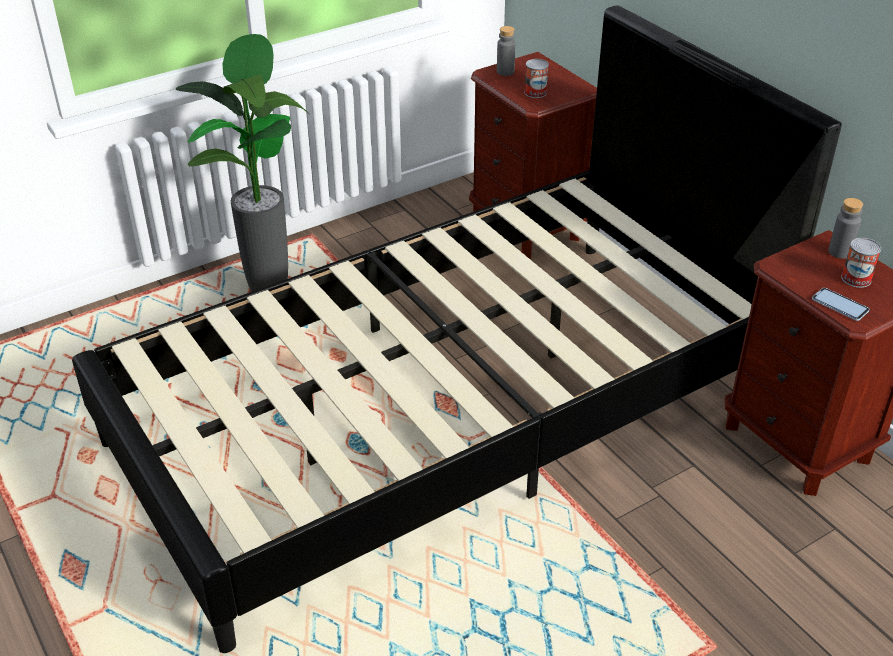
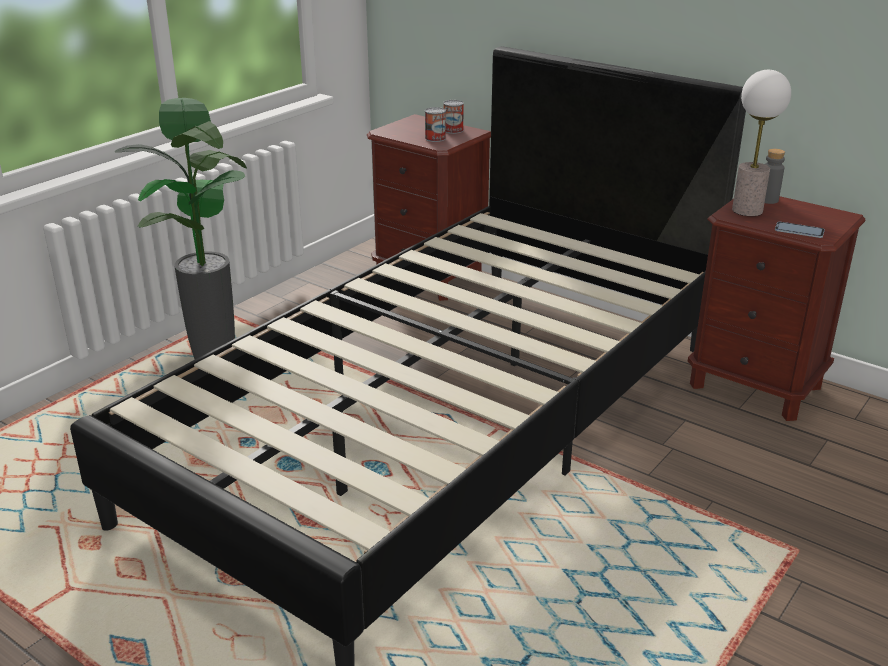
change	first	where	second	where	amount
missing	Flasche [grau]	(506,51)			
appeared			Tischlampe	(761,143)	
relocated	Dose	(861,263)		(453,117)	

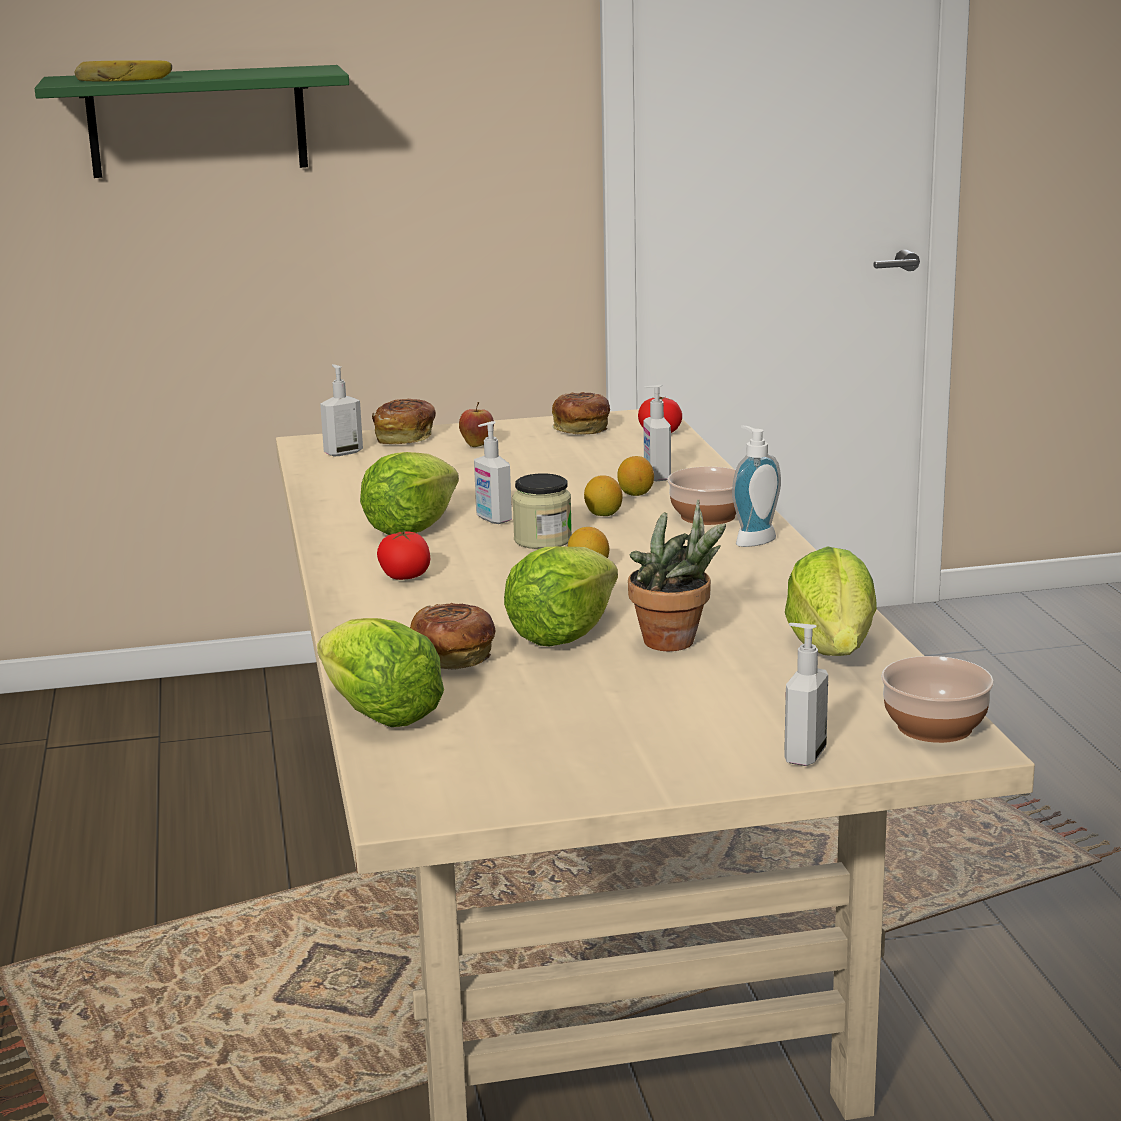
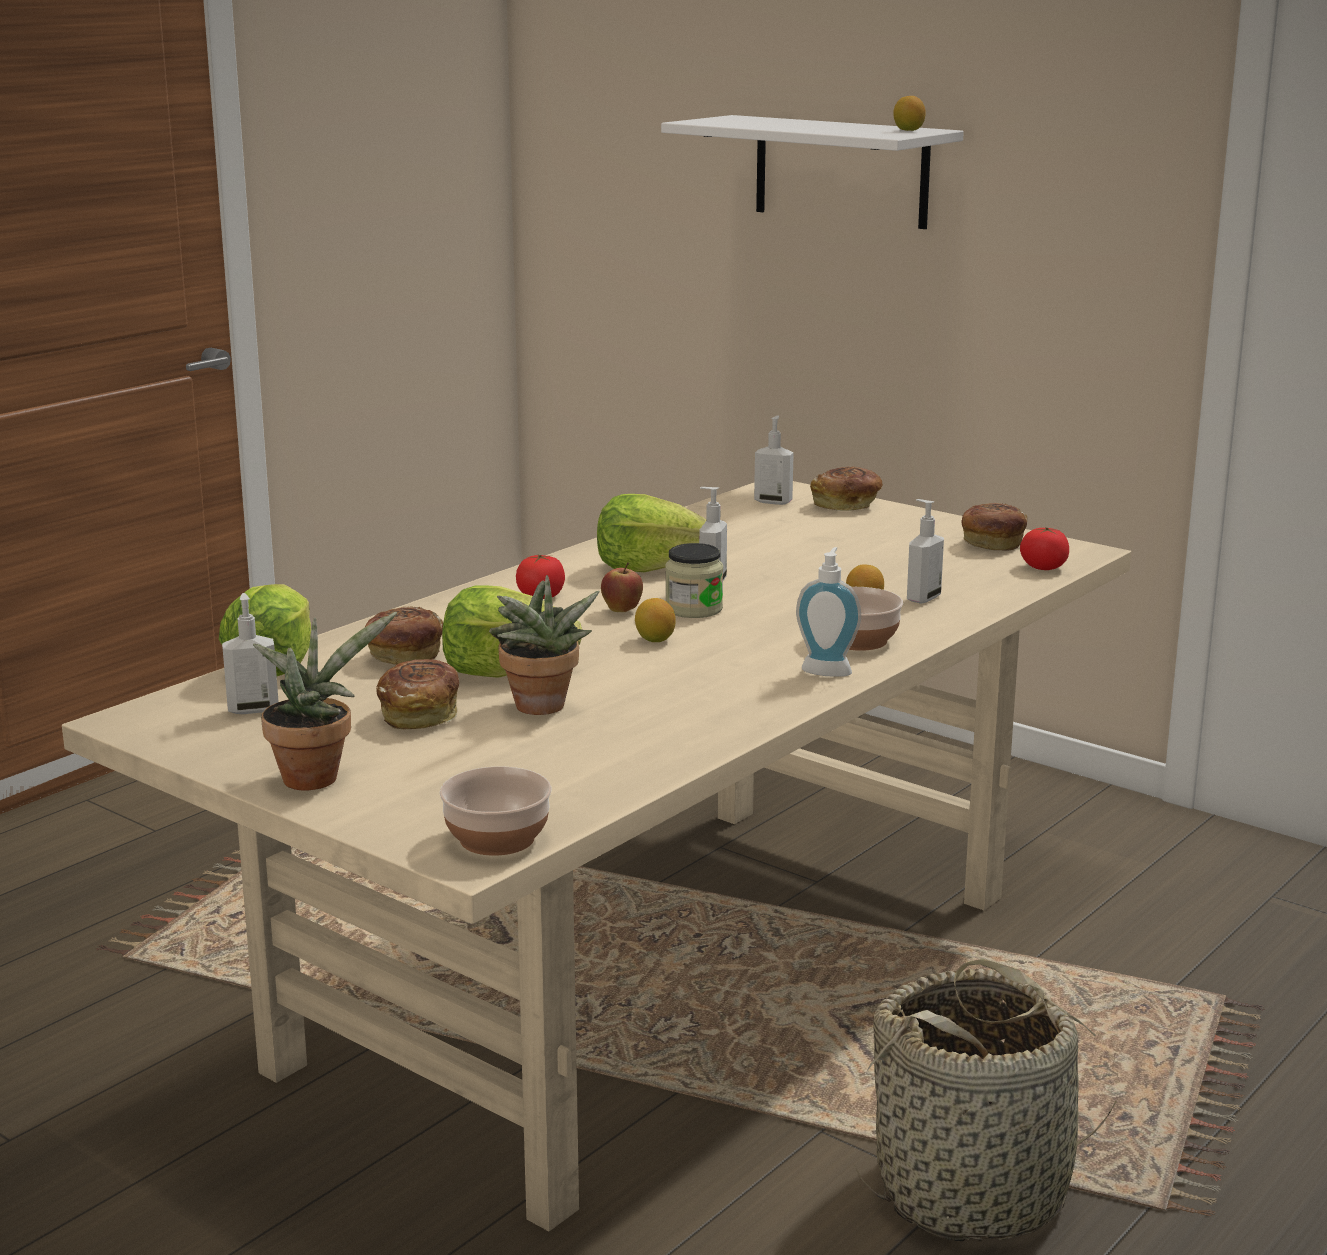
change	first	where	second	where	amount
missing	Banane	(123,70)			
missing	Salatkopf	(831,601)			
appeared			Topfpflanze	(325,701)	
appeared			Brot	(417,694)	
appeared			Korb	(986,1100)	
relocated	Apfel	(476,424)		(622,587)	
relocated	Zitrone	(603,495)		(909,113)	
relocated	Seifenspender	(806,694)		(250,653)	
colour	Wandregal [grün]	(192,121)	Wandregal [weiß]	(812,172)	

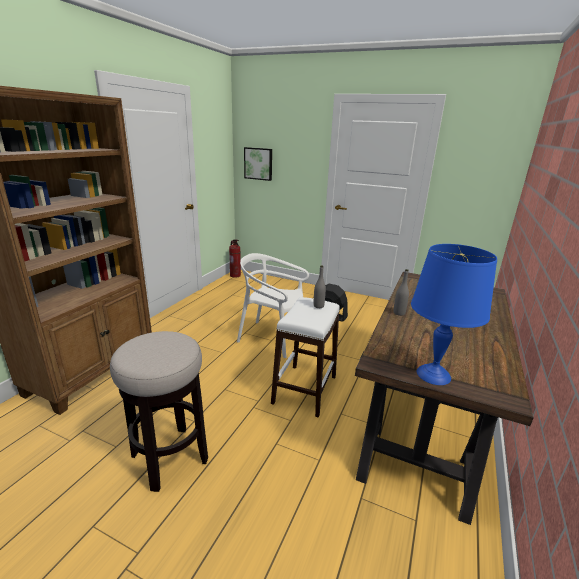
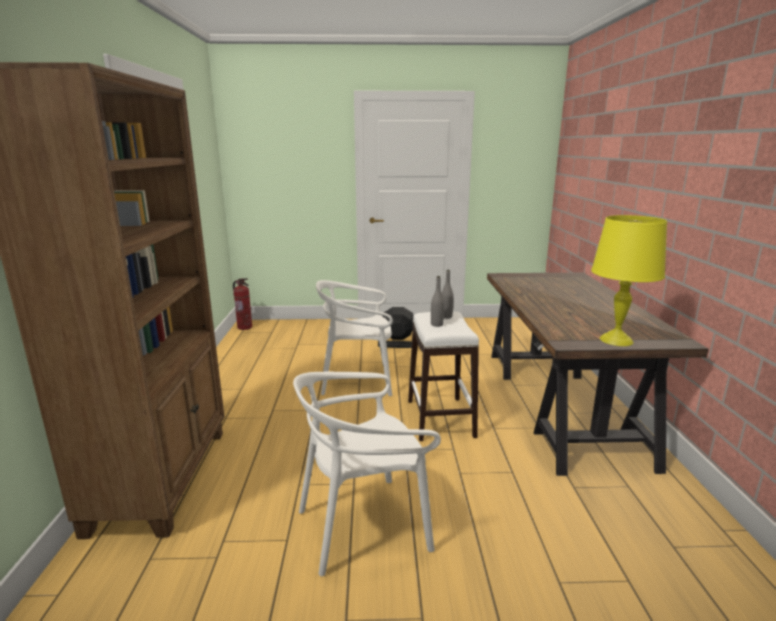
change	first	where	second	where	amount
missing	Bild	(258,164)			
relocated	Flasche [grau]	(401,292)		(437,301)	
exchanged	Hocker	(159,411)	Stuhl [weiß]	(367,474)	
colour	Tischlampe [blau]	(454,314)	Tischlampe [gelb]	(629,280)	

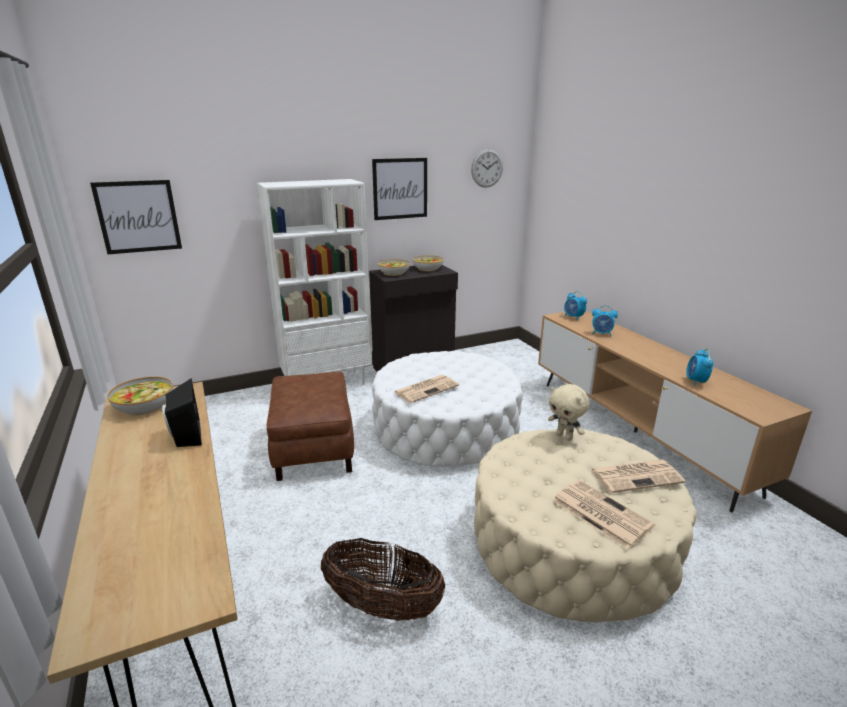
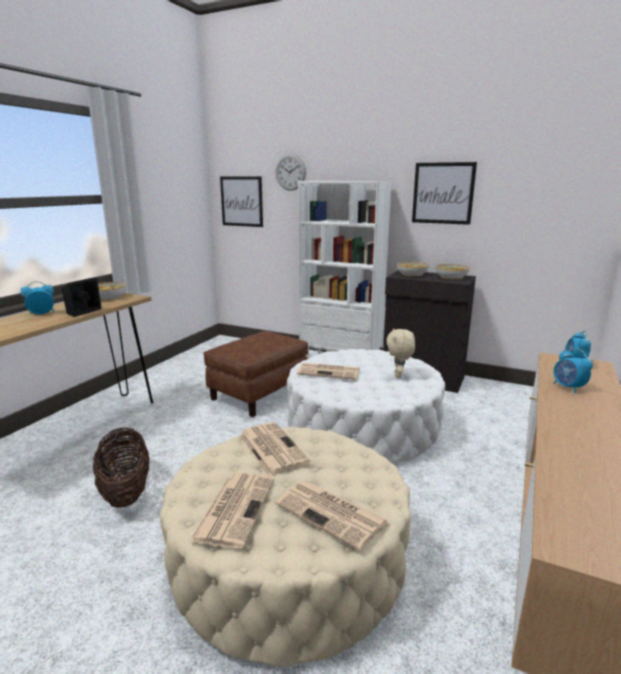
change	first	where	second	where	amount
appeared			Zeitung	(274,449)	
relocated	Wanduhr	(487,168)		(290,172)	
relocated	Plüschtier [beige]	(568,412)		(400,353)	
relocated	Wecker	(699,367)		(37,297)	

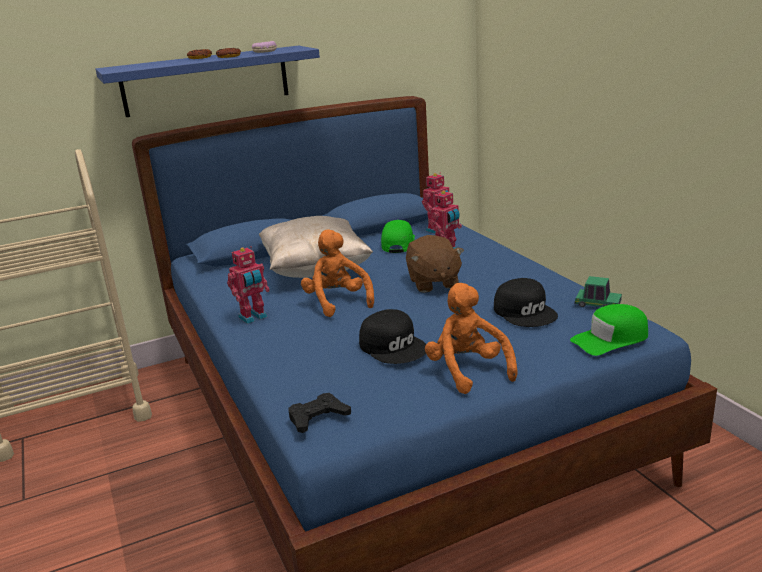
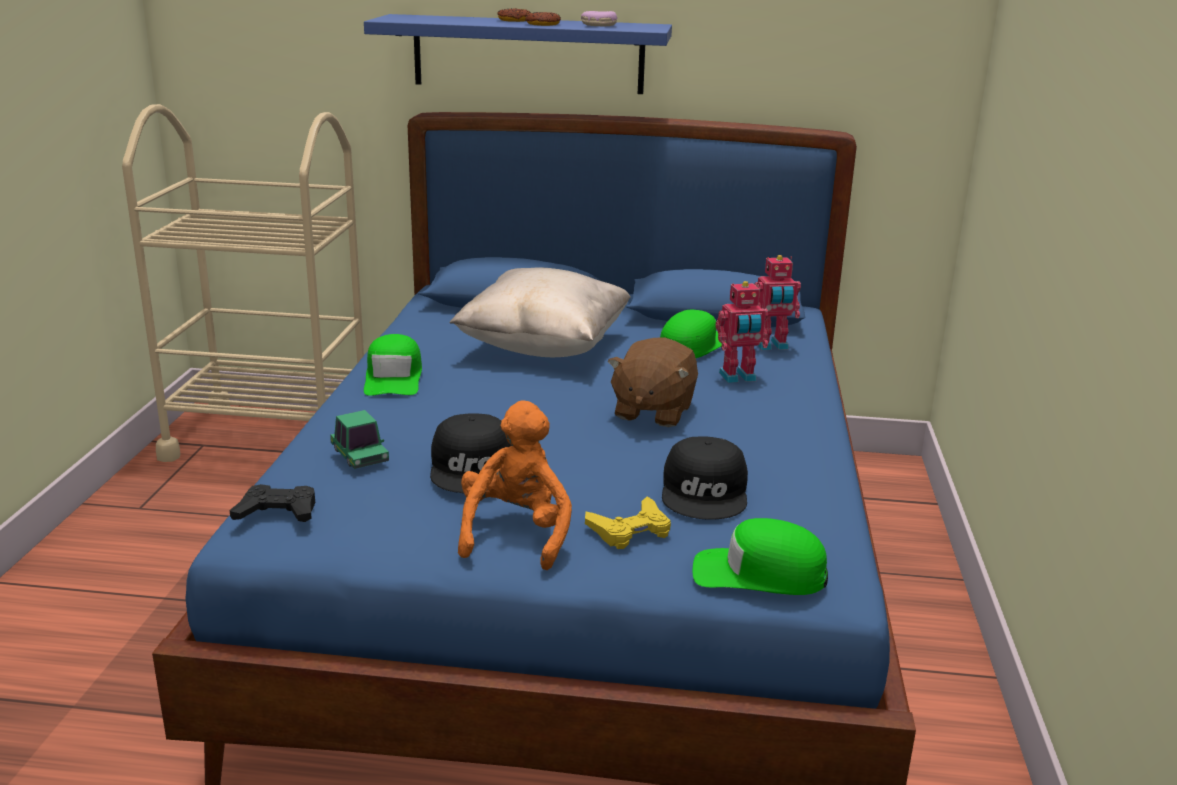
change	first	where	second	where	amount
missing	Plüschtier [orange]	(337,273)			
appeared			Gamepad [gelb]	(628,523)	
relocated	Spielzeugauto	(598,291)		(360,439)	
exchanged	Spielzeugroboter	(248,286)	Kappe [grün]	(393,365)	

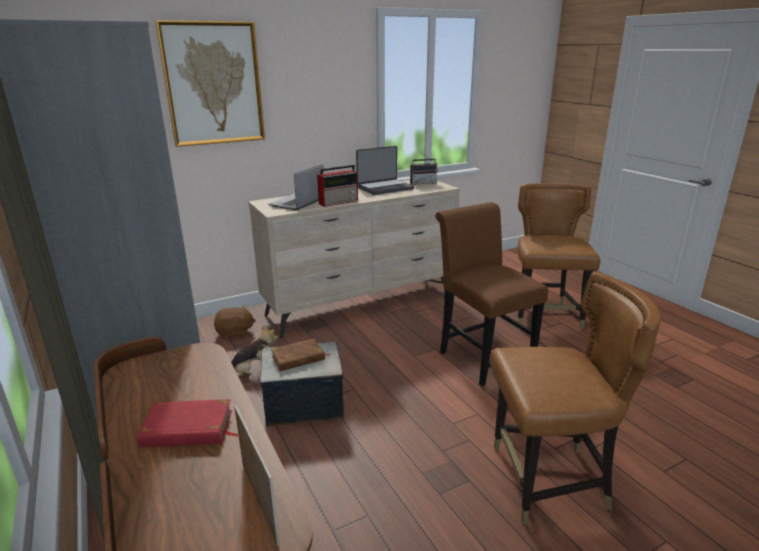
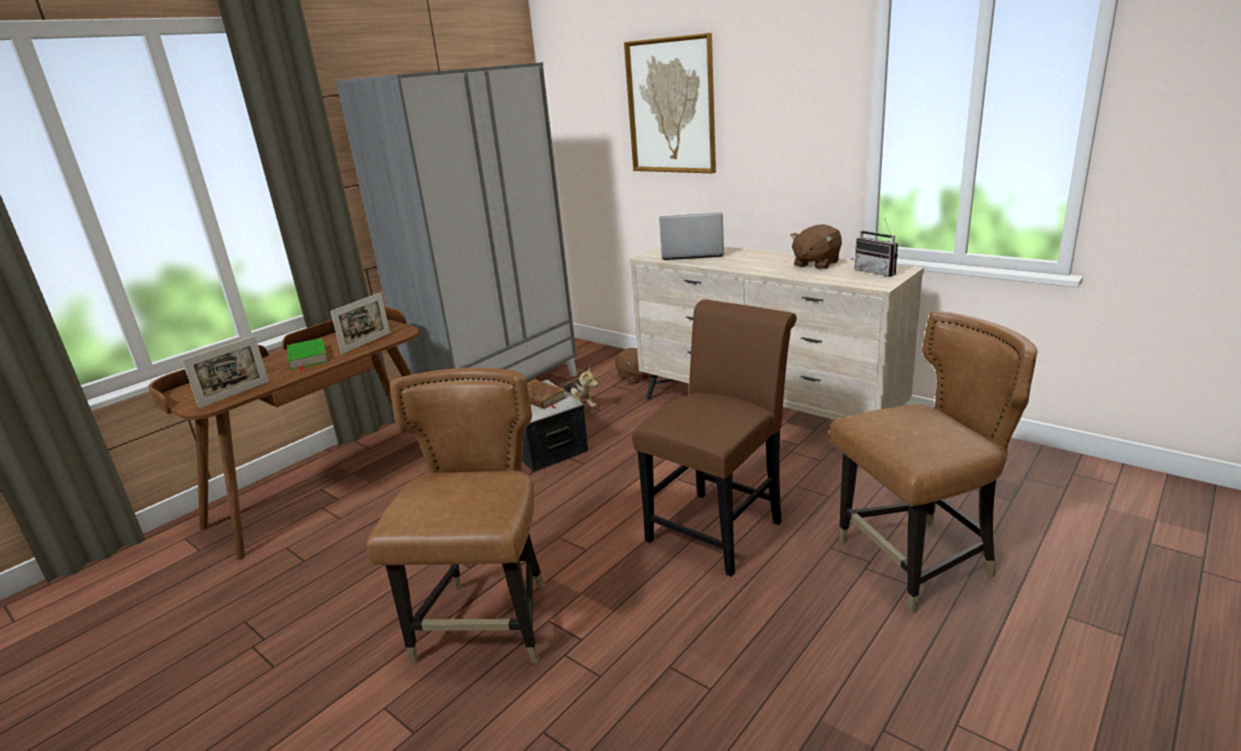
change	first	where	second	where	amount
missing	Radio	(337,186)			
appeared			Bilderrahmen	(360,323)	
exchanged	Laptop	(385,170)	Plüschtier [braun]	(816,247)	
colour	Buch [rot]	(187,423)	Buch [grün]	(308,355)	
spun	Stuhl [braun]	(575,398)		(455,515)	150 degrees counterclockwise

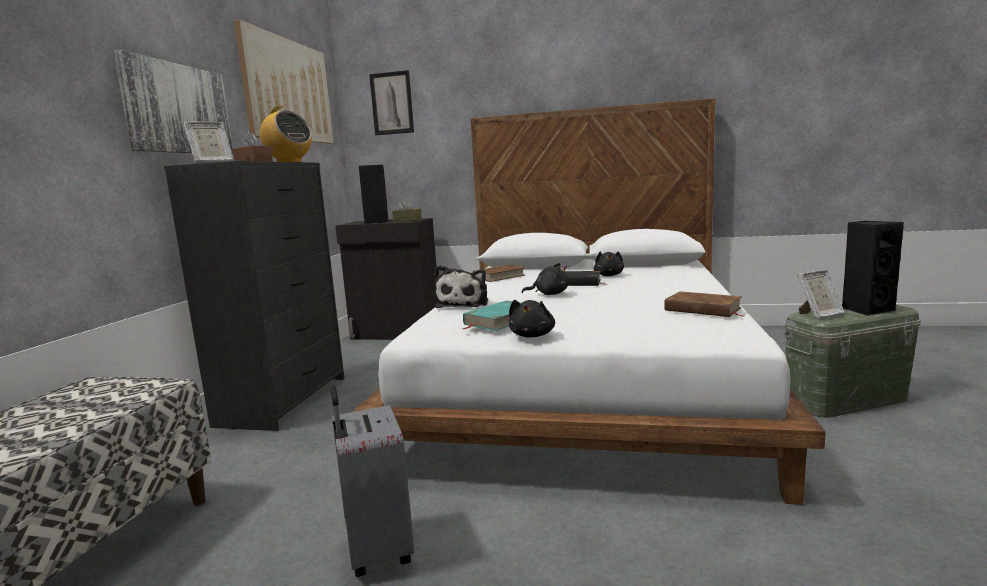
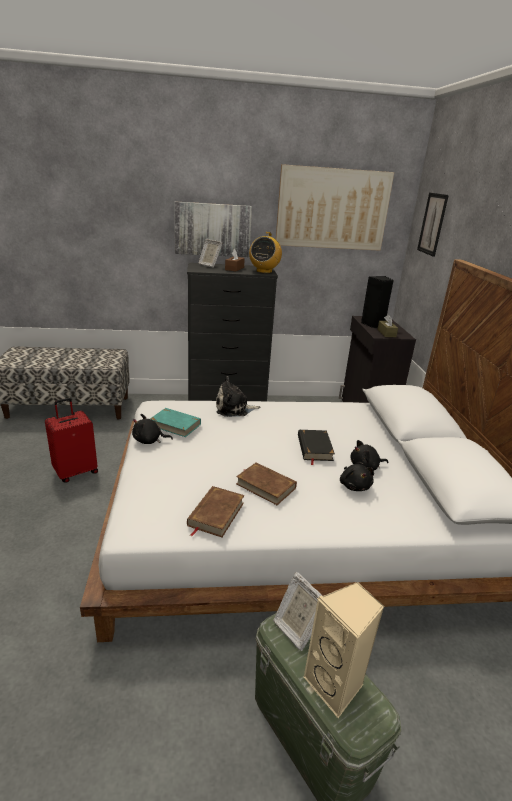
change	first	where	second	where	amount
relocated	Buch [braun]	(499,273)		(266,483)	
relocated	Plüschtier [schwarz]	(545,279)		(357,477)	
colour	Koffer [grau]	(372,481)	Koffer [rot]	(71,440)	
colour	Lautsprecher [schwarz]	(873,268)	Lautsprecher [beige]	(344,650)	

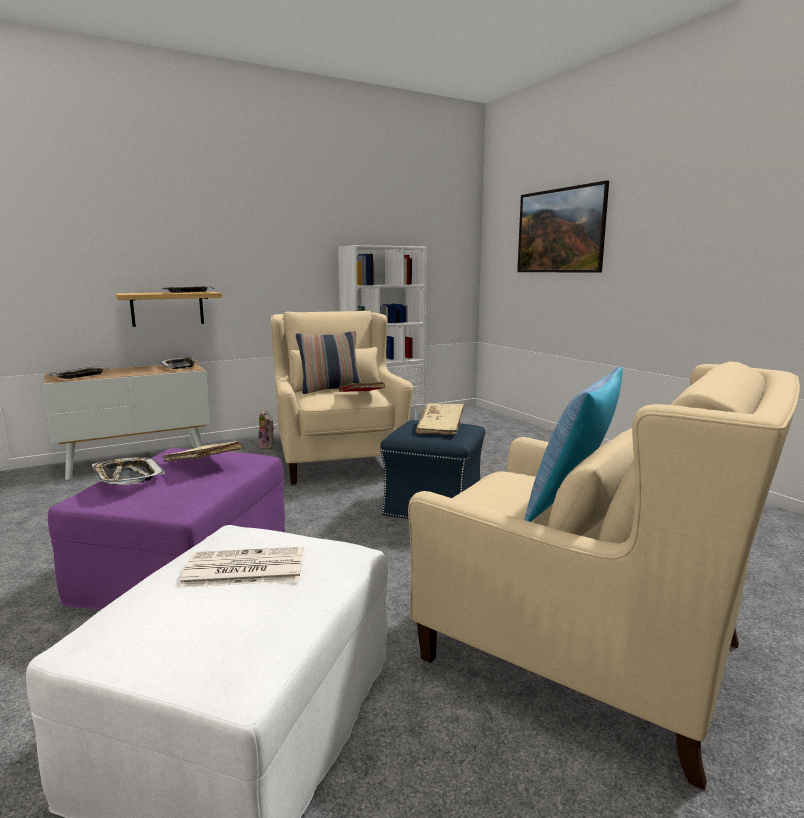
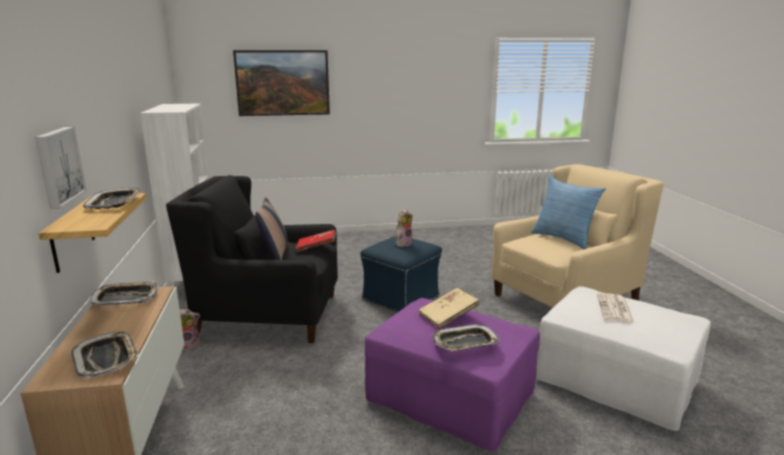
change	first	where	second	where	amount
appeared			Bild	(61,167)	
exchanged	Buch [beige]	(440,419)	Plüschtier	(404,228)	
colour	Sessel [beige]	(342,397)	Sessel [schwarz]	(252,259)	

